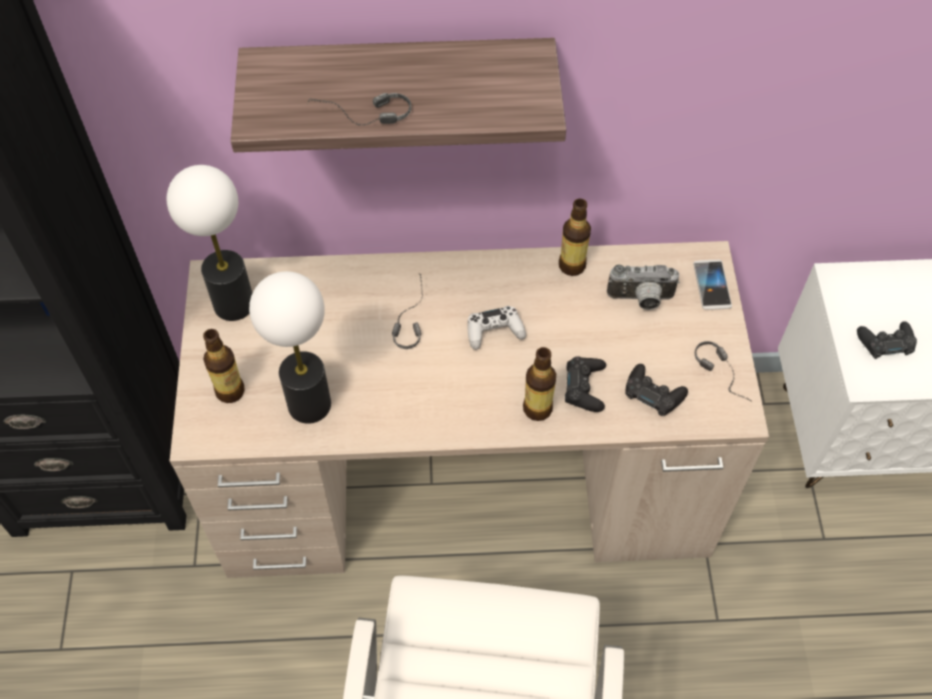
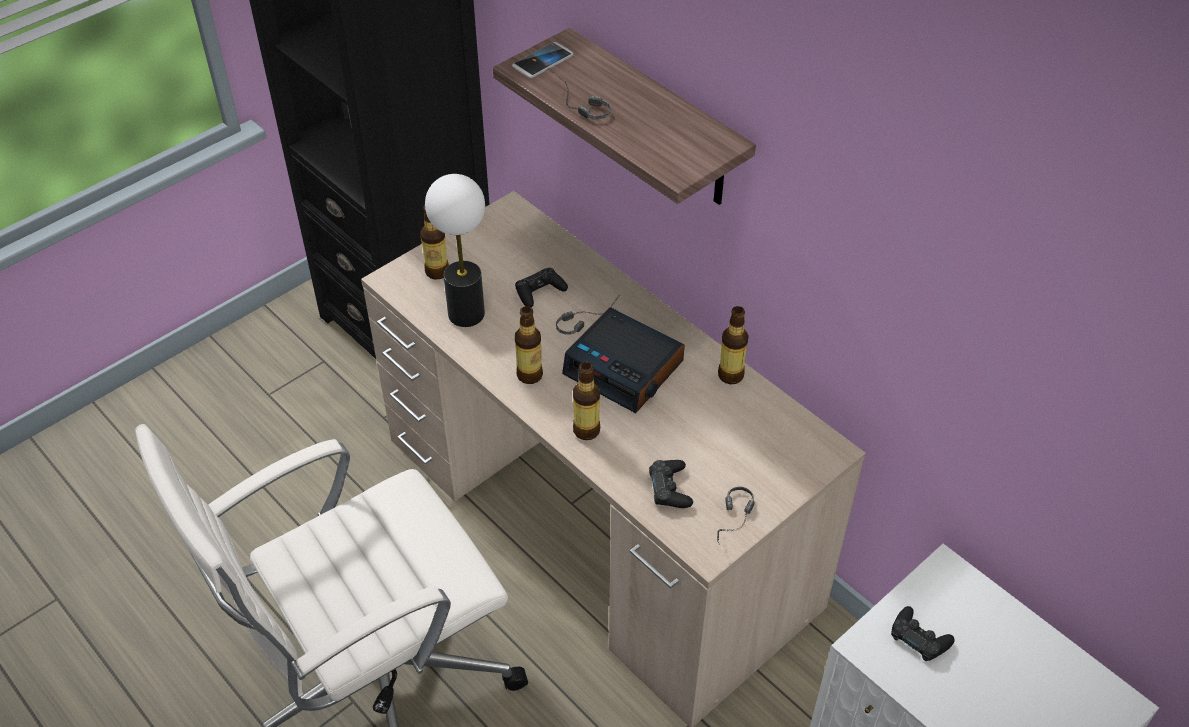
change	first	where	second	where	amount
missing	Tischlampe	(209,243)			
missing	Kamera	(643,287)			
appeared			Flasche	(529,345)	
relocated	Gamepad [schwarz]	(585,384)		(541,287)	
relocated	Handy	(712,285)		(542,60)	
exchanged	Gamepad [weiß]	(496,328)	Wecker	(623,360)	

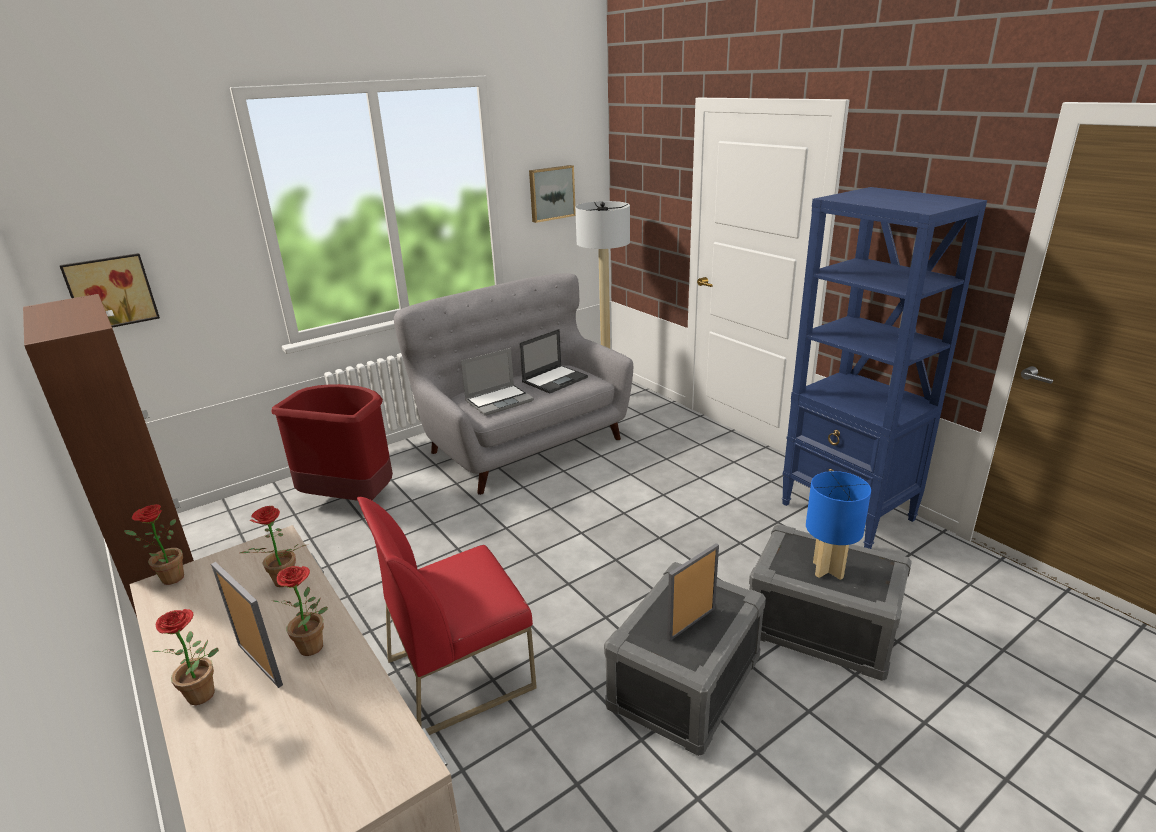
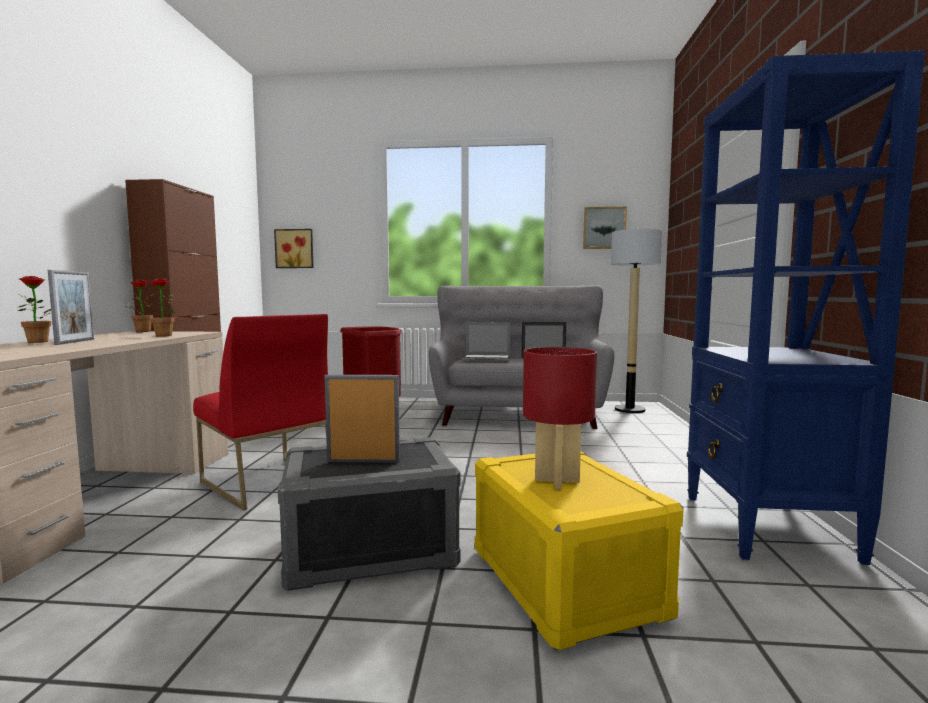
change	first	where	second	where	amount
missing	Topfpflanze	(301,611)			
colour	Aufbewahrungsbox [grau]	(830,602)	Aufbewahrungsbox [gelb]	(579,551)	
colour	Tischlampe [blau]	(838,525)	Tischlampe [rot]	(560,418)	
spun	Stuhl [rot]	(447,616)		(260,412)	150 degrees counterclockwise

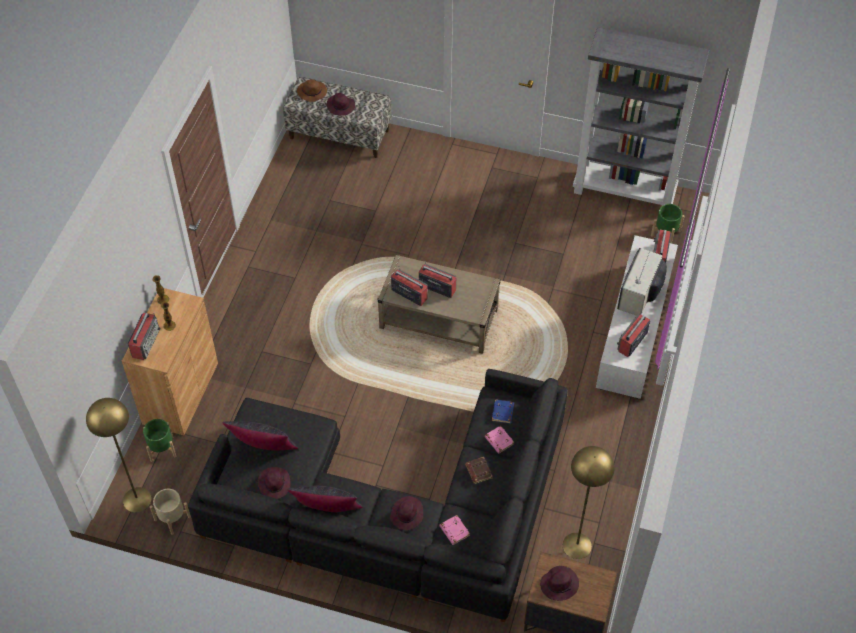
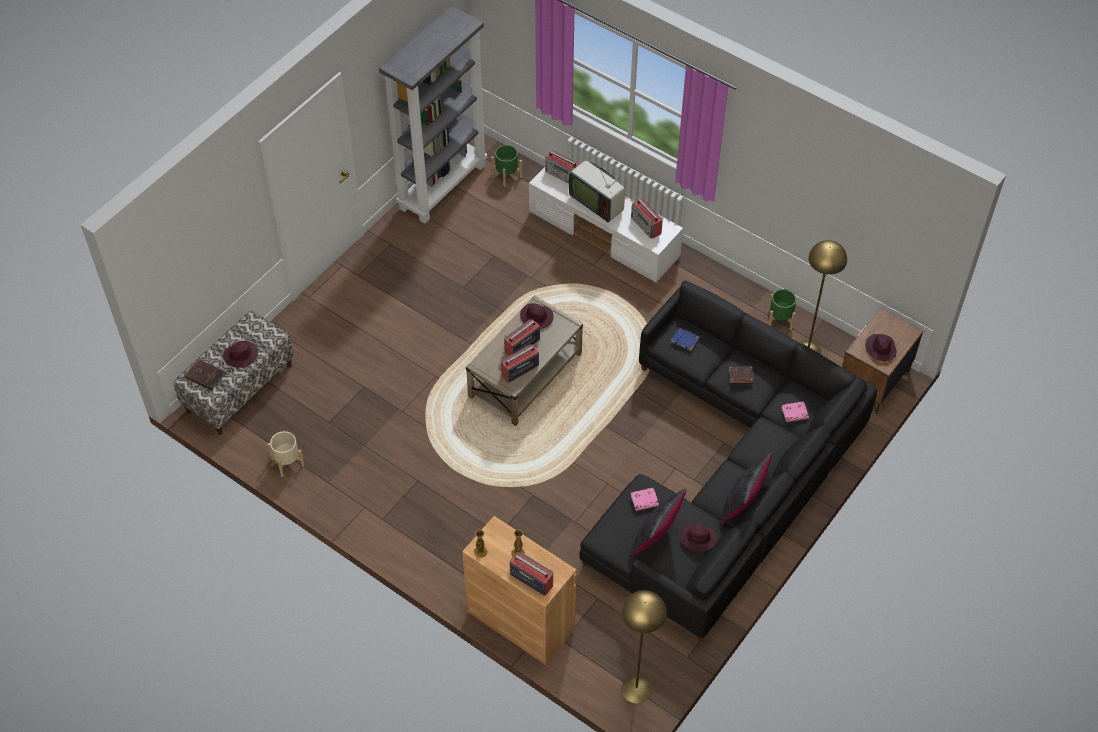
change	first	where	second	where	amount
relocated	Pflanzkübel [grün]	(159,440)		(782,309)	
relocated	Pflanzkübel [beige]	(170,512)		(286,454)	
relocated	Hut [lila]	(406,513)		(537,316)	
relocated	Buch [rosa]	(499,440)		(645,499)	
exchanged	Hut [braun]	(312,91)	Buch [braun]	(205,374)	

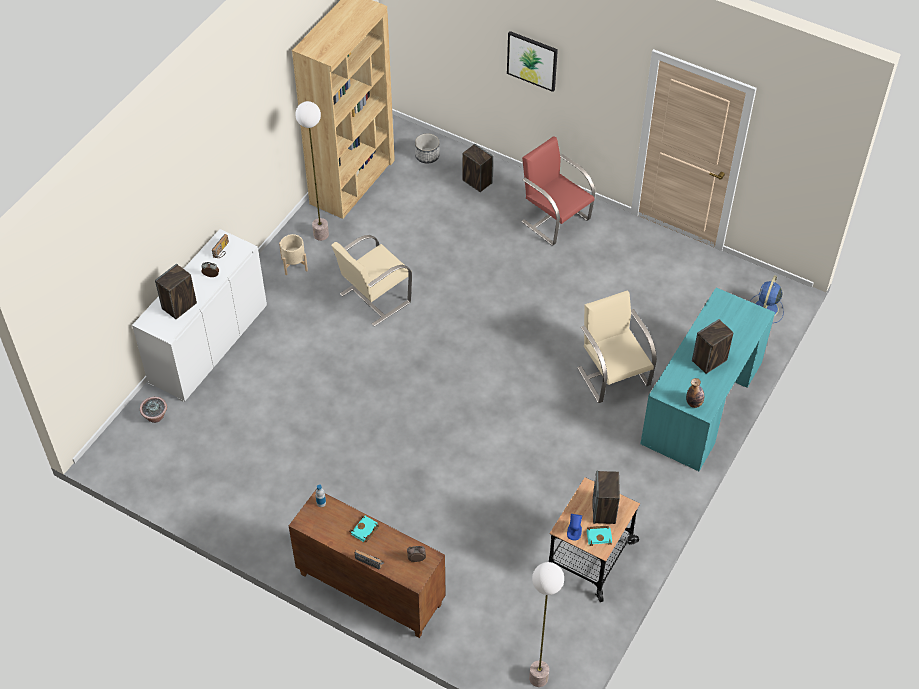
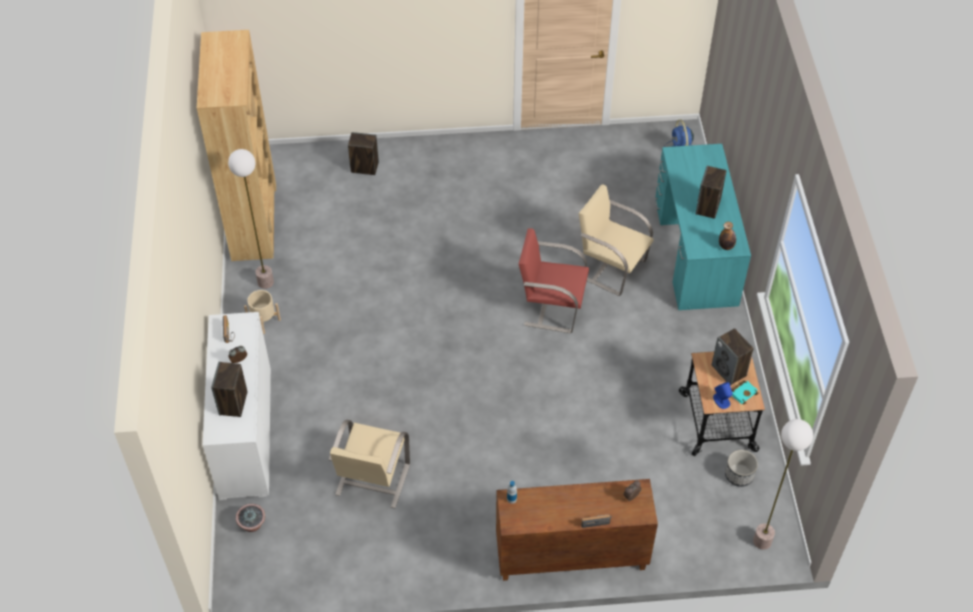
change	first	where	second	where	amount
missing	Buch [türkis]	(364,529)			
missing	Bild	(532,61)			
relocated	Stuhl [beige]	(371,280)		(369,464)	
relocated	Pflanzkübel	(427,148)		(741,468)	
relocated	Stuhl [rot]	(558,191)		(554,280)	

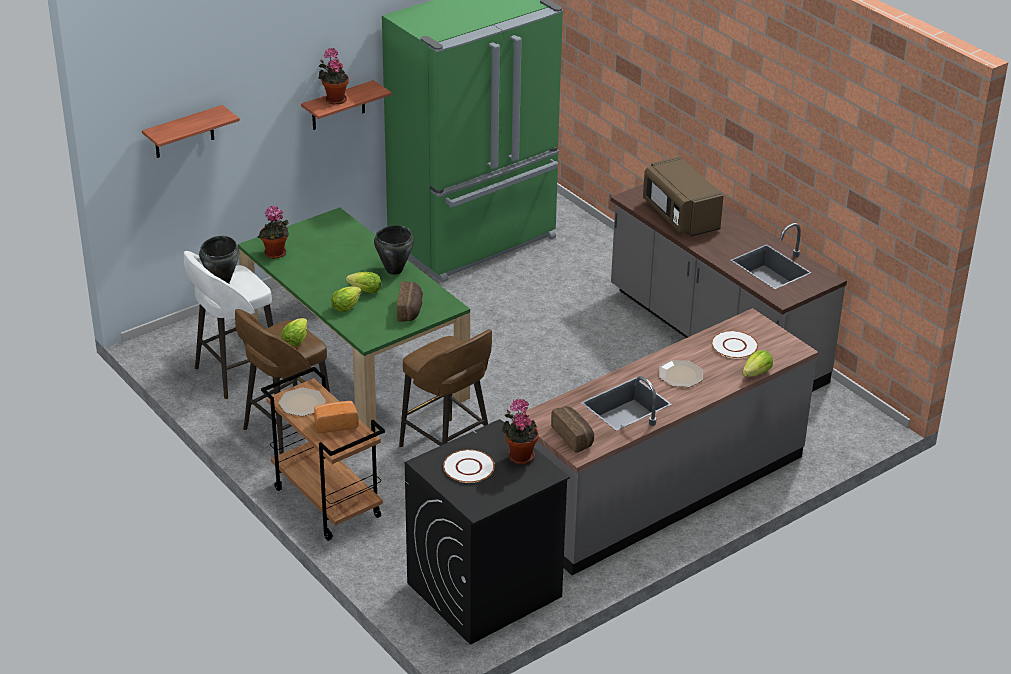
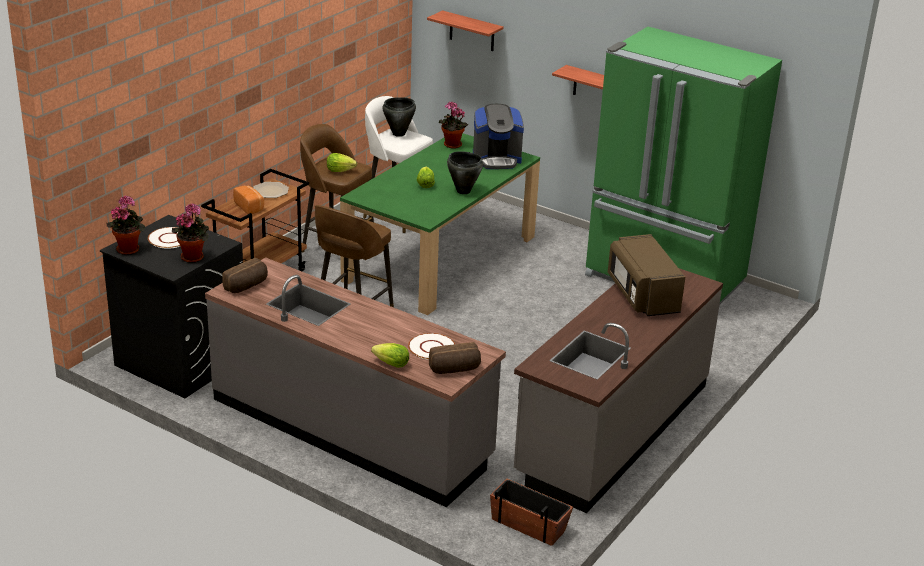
change	first	where	second	where	amount
missing	Salatkopf	(346,299)			
missing	Teller	(681,373)			
appeared			Kaffeemaschine	(498,136)	
appeared			Pflanzkübel	(531,512)	
relocated	Topfpflanze	(334,76)		(126,225)	
relocated	Brot	(410,301)		(455,358)	
spun	Mikrowelle [braun]	(683,196)		(646,275)	60 degrees counterclockwise

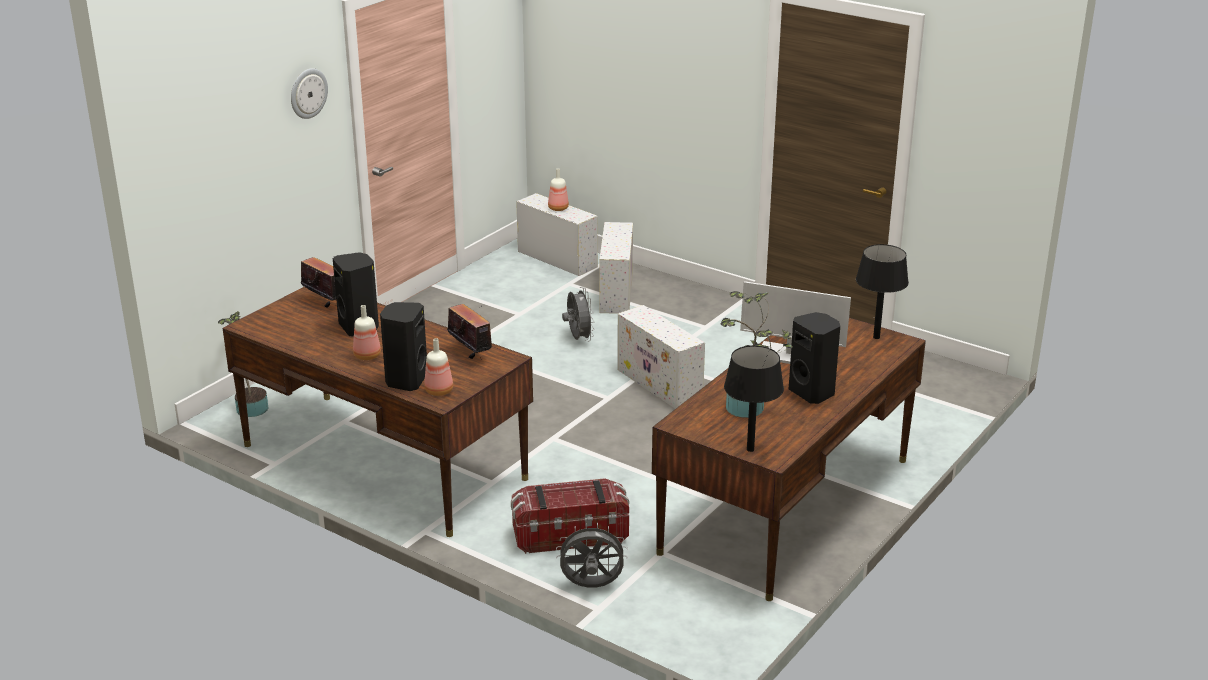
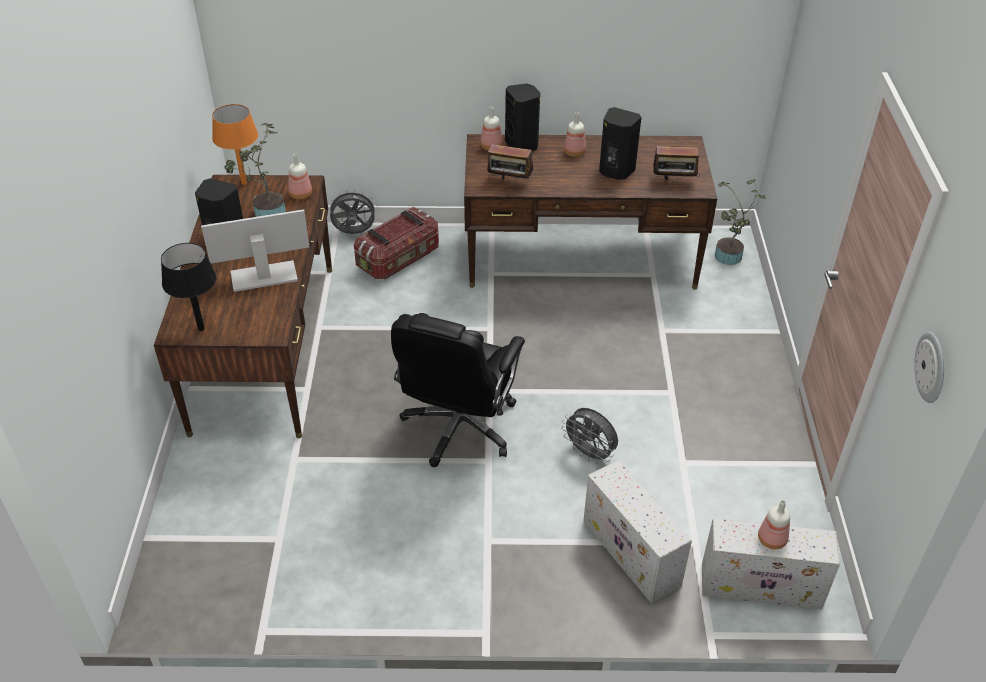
change	first	where	second	where	amount
appeared			Flasche	(300,177)	
relocated	Wanduhr	(309,93)		(929,367)	
exchanged	Aufbewahrungsbox [weiß]	(661,357)	Bürostuhl [schwarz]	(458,390)	
colour	Tischlampe [schwarz]	(754,399)	Tischlampe [orange]	(235,144)	
spun	Ventilator [grau]	(592,555)		(353,211)	150 degrees counterclockwise

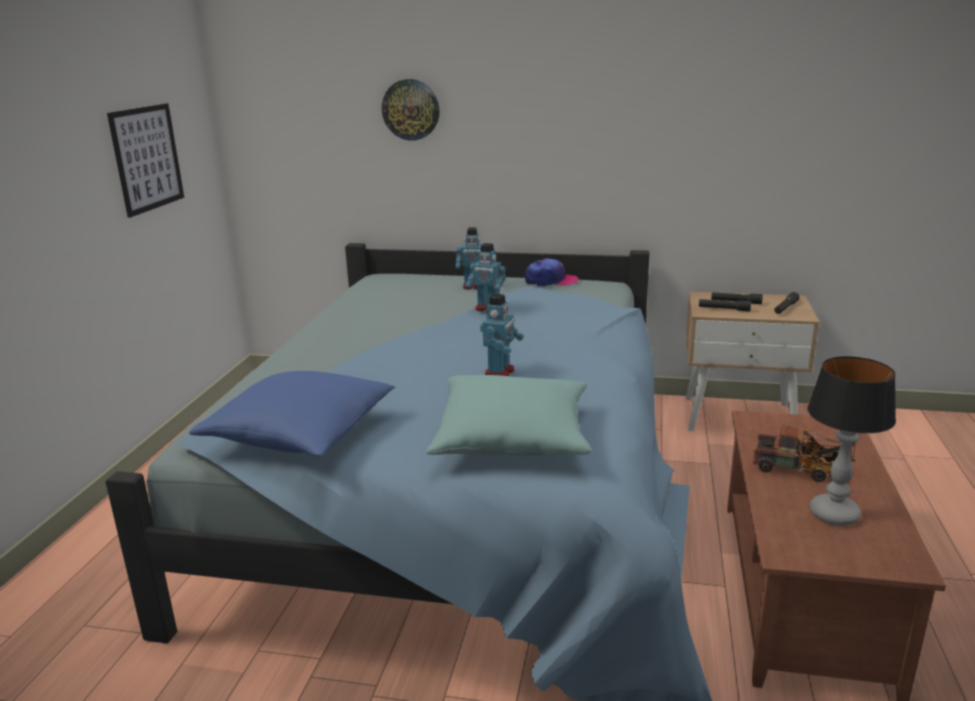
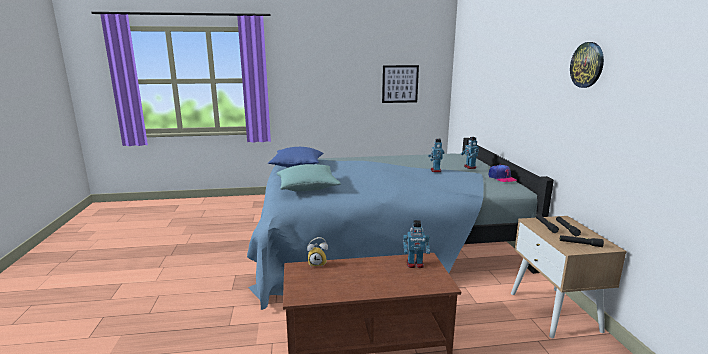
change	first	where	second	where	amount
missing	Spielzeuglaster	(804,453)			
missing	Tischlampe	(851,441)			
appeared			Wecker	(317,252)	
relocated	Wanduhr	(411,110)		(587,65)	
relocated	Spielzeugroboter	(502,335)		(416,244)	

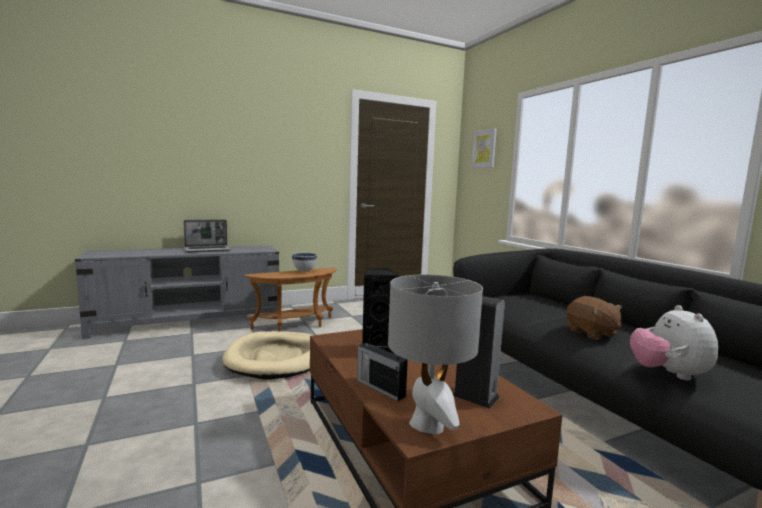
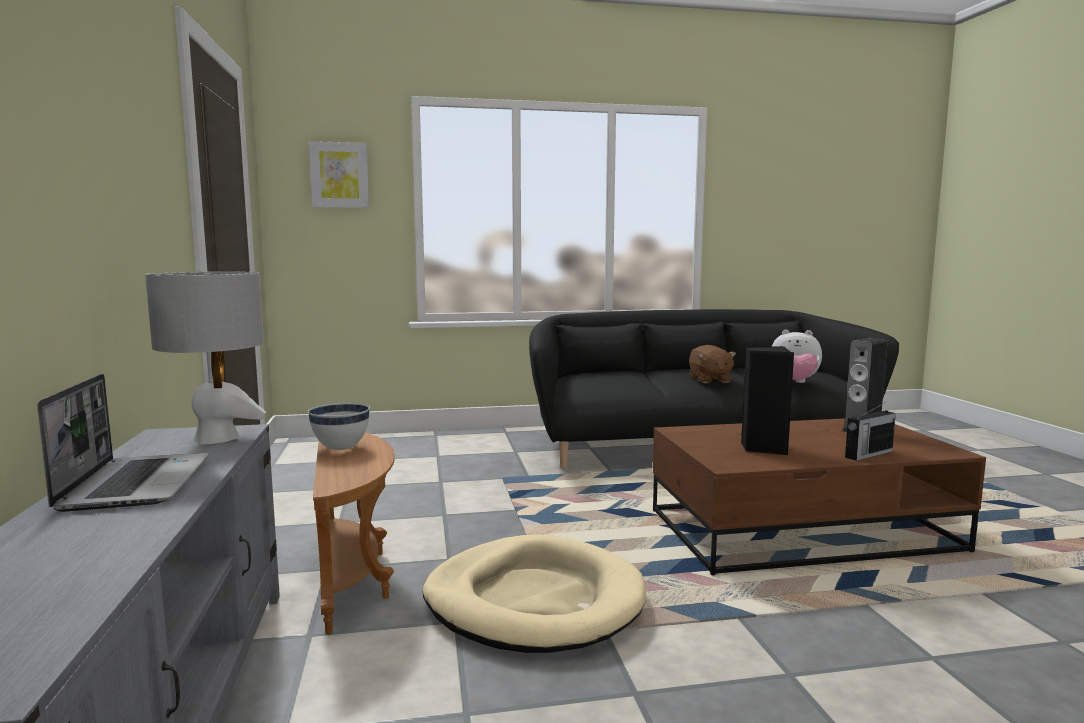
change	first	where	second	where	amount
relocated	Tischlampe [grau]	(435,354)		(205,357)	
spun	Plüschtier [braun]	(594,318)		(712,364)	90 degrees clockwise

